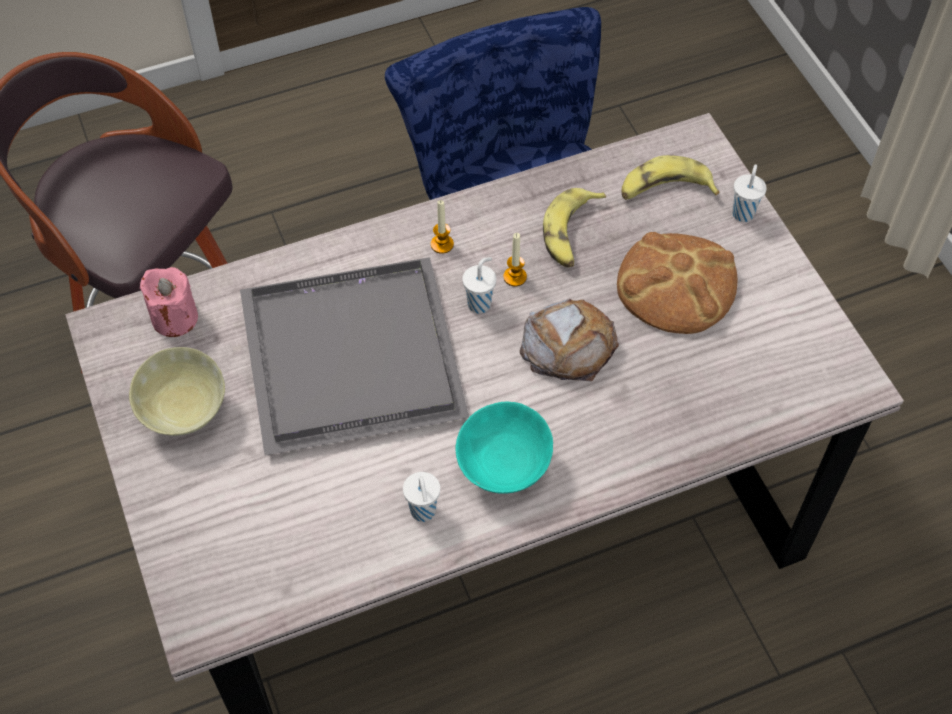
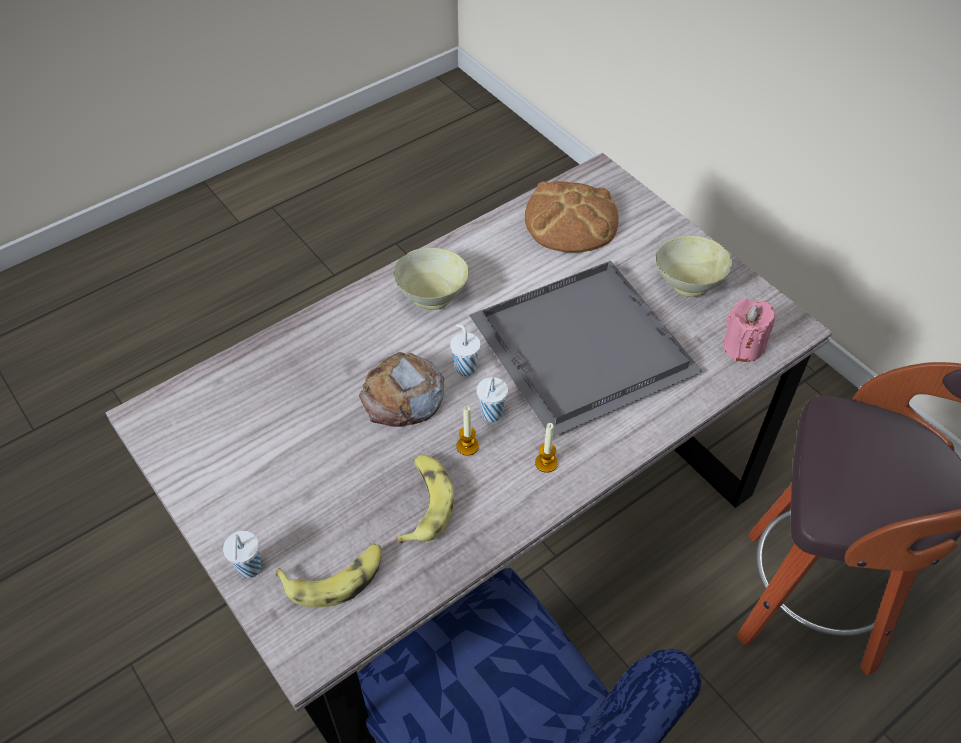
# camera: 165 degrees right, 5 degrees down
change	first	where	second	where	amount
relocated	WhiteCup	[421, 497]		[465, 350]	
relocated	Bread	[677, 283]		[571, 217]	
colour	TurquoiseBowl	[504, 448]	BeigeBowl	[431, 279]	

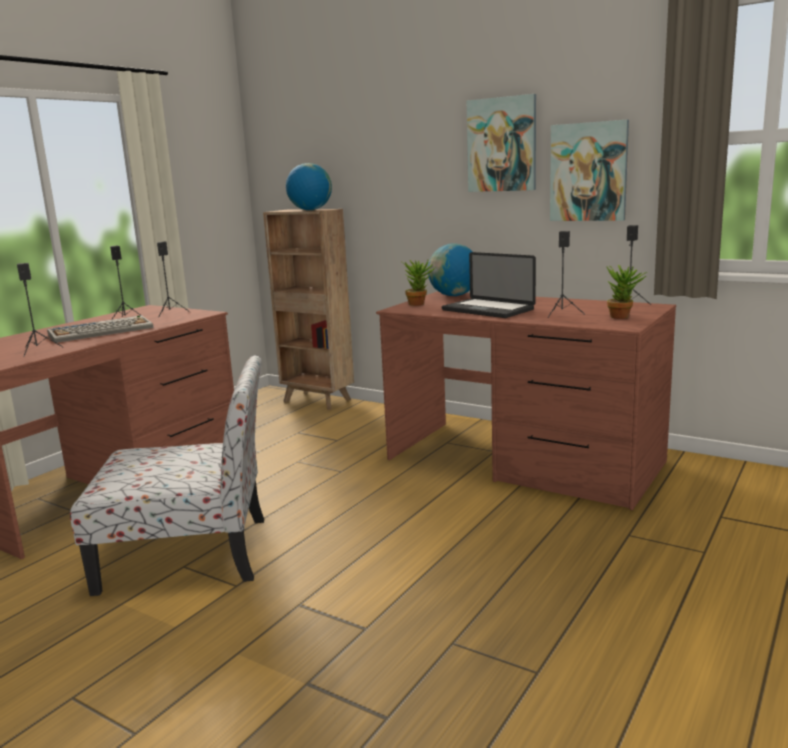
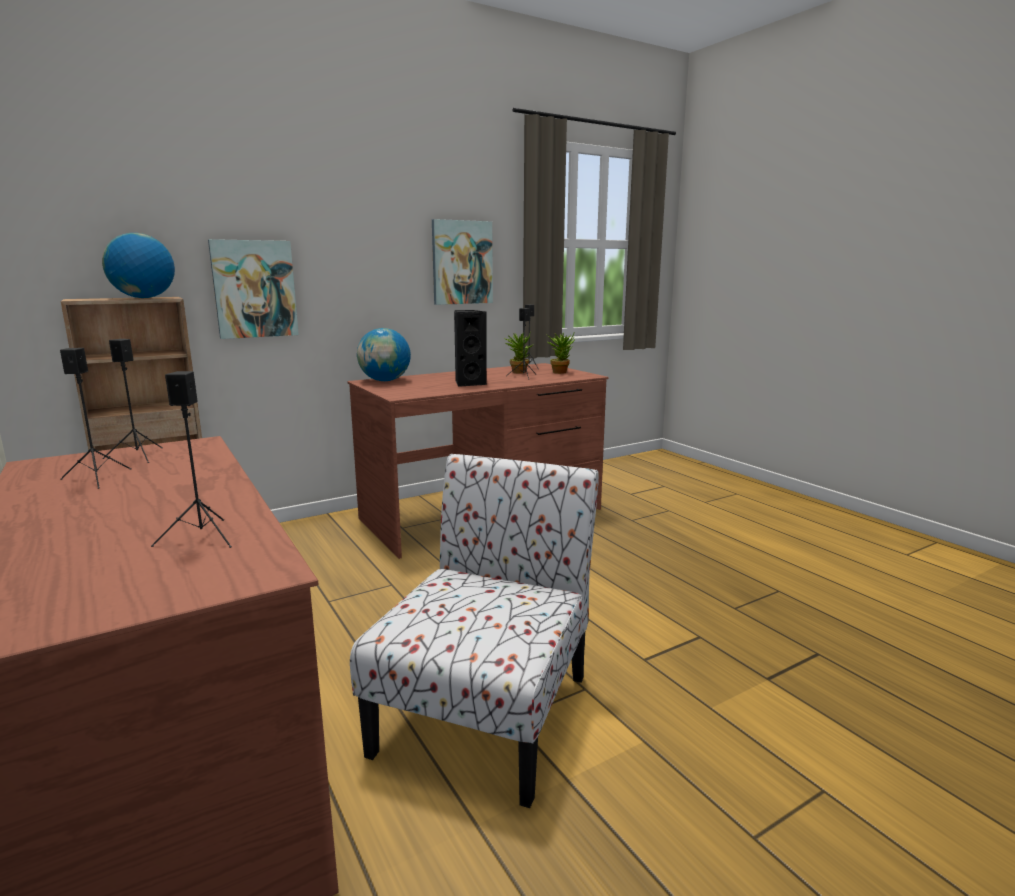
# camera: 65 degrees left, 0 degrees up
change	first	where	second	where	amount
missing	Keyboard	[100, 329]			
relocated	PottedPlant	[418, 282]		[519, 352]	
relocated	Picture	[501, 143]		[253, 289]	
exchanged	Laptop	[489, 285]	BlackSpeaker	[470, 348]	

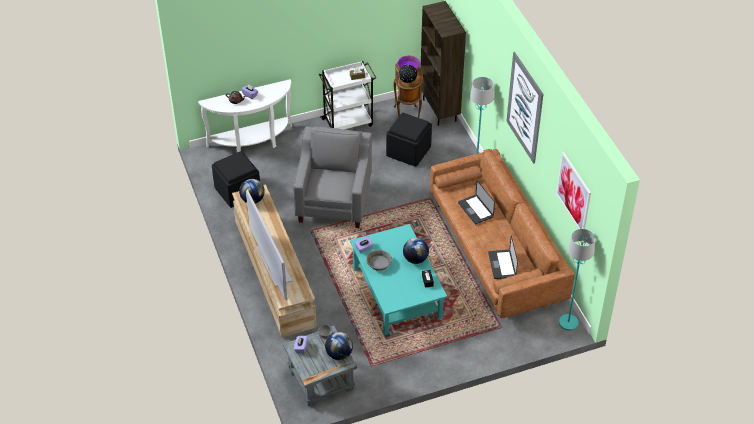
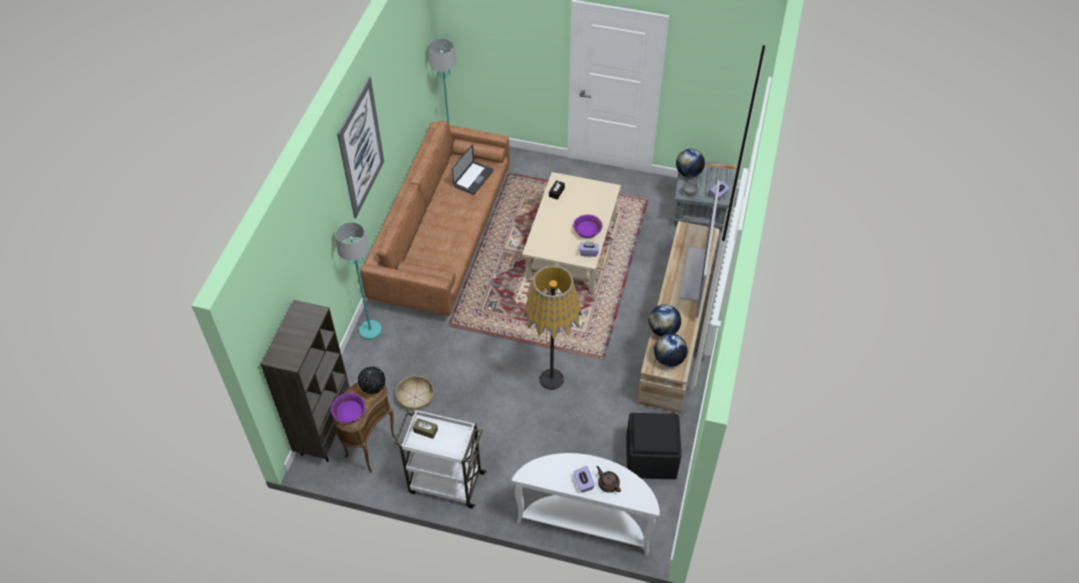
# camera: 145 degrees left, 5 degrees up
change	first	where	second	where	amount
missing	Laptop	[476, 202]			
missing	Picture	[573, 190]			
relocated	Globe	[416, 251]		[665, 320]	
exchanged	GreyArmchair	[332, 177]	FloorLamp	[552, 328]	
exchanged	BlackOttoman	[409, 140]	Basket	[415, 393]	
colour	TurquoiseCoffeeTable	[398, 279]	BeigeCoffeeTable	[571, 232]	
colour	GreyBowl	[379, 260]	PurpleBowl	[587, 226]	

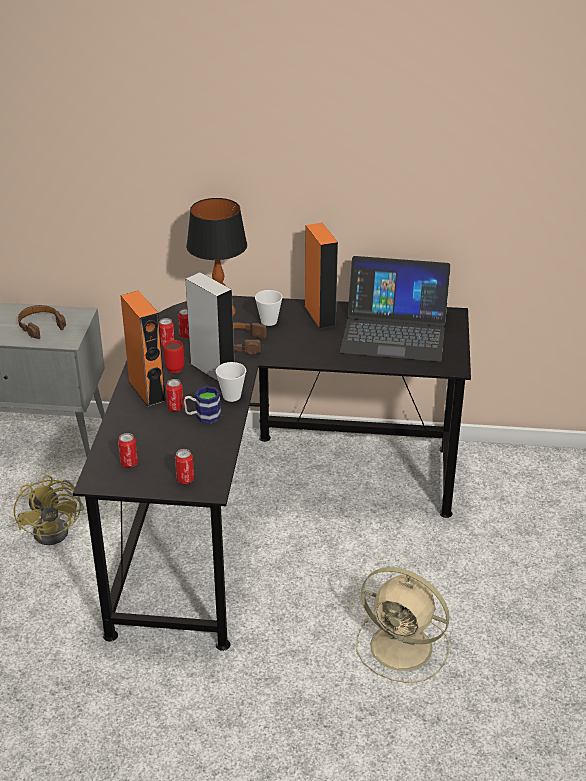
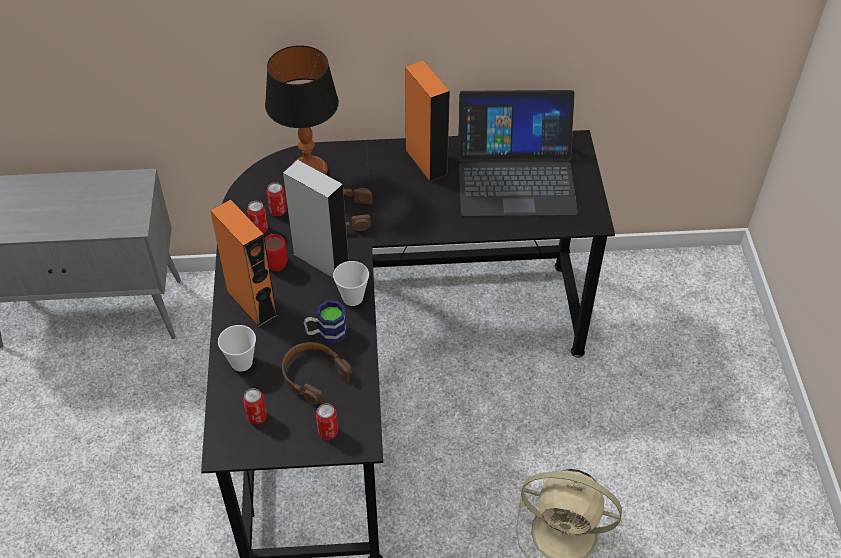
# camera: 10 degrees left, 15 degrees up
change	first	where	second	where	amount
missing	YellowFan	[49, 510]			
missing	Can	[175, 395]			
relocated	BrownHeadphones	[42, 322]		[317, 373]	
relocated	Cup	[269, 308]		[237, 348]	

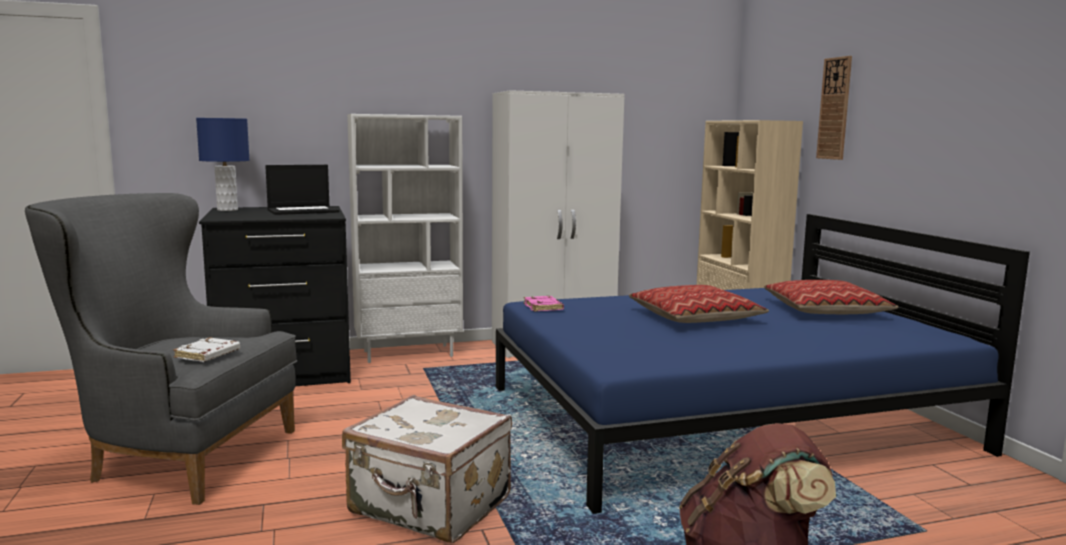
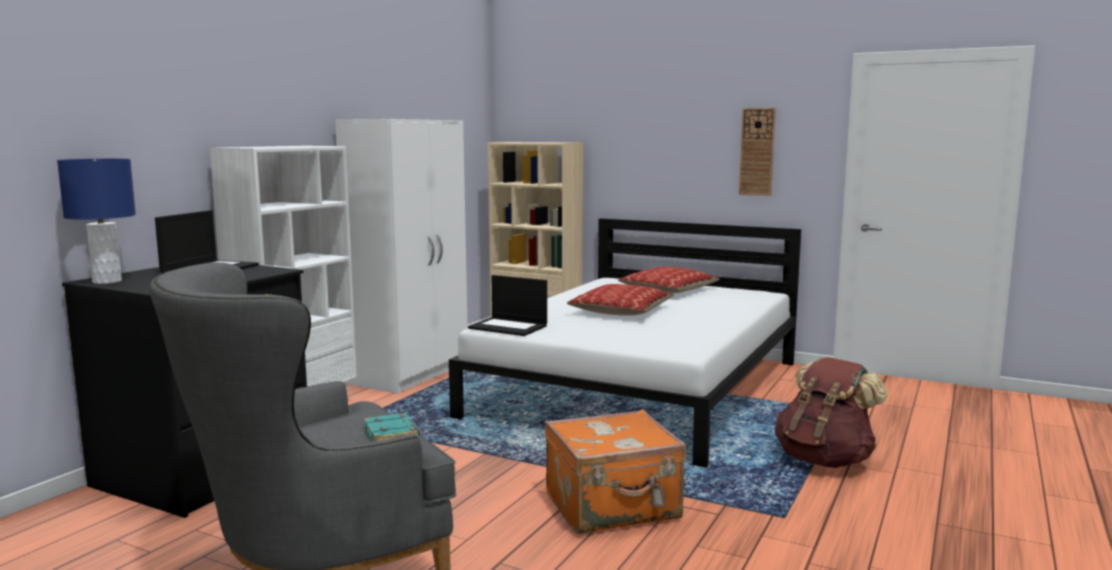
# camera: 45 degrees left, 0 degrees up
change	first	where	second	where	amount
relocated	WallClock	[834, 108]		[757, 152]	
exchanged	PinkBook	[543, 304]	Laptop	[507, 305]	
colour	WhiteBook	[206, 349]	TurquoiseBook	[391, 427]	
colour	WhiteSuitcase	[427, 469]	OrangeSuitcase	[615, 471]	
colour	BlueBed	[763, 364]	WhiteBed	[625, 343]	

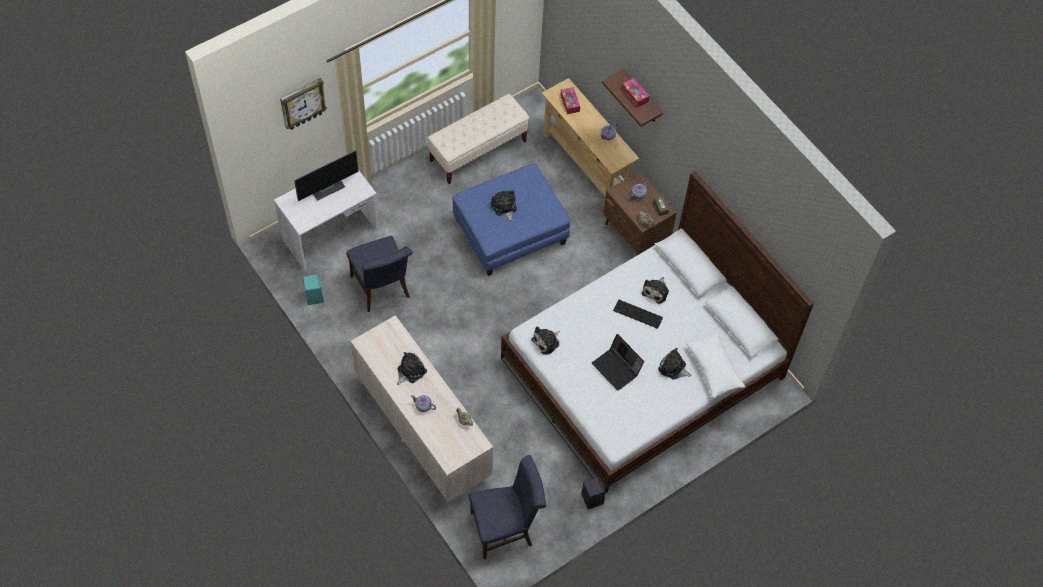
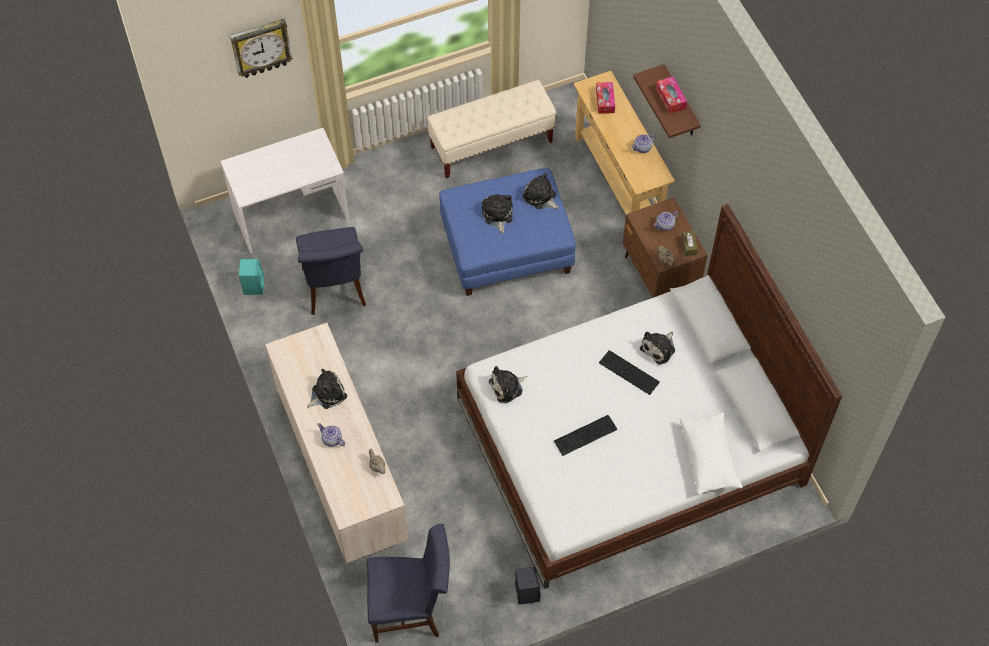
# camera: 15 degrees right, 0 degrees up
change	first	where	second	where	amount
missing	Monitor	[326, 175]			
relocated	PlushToy	[675, 363]		[541, 191]	
exchanged	Laptop	[618, 362]	Keyboard	[585, 435]	

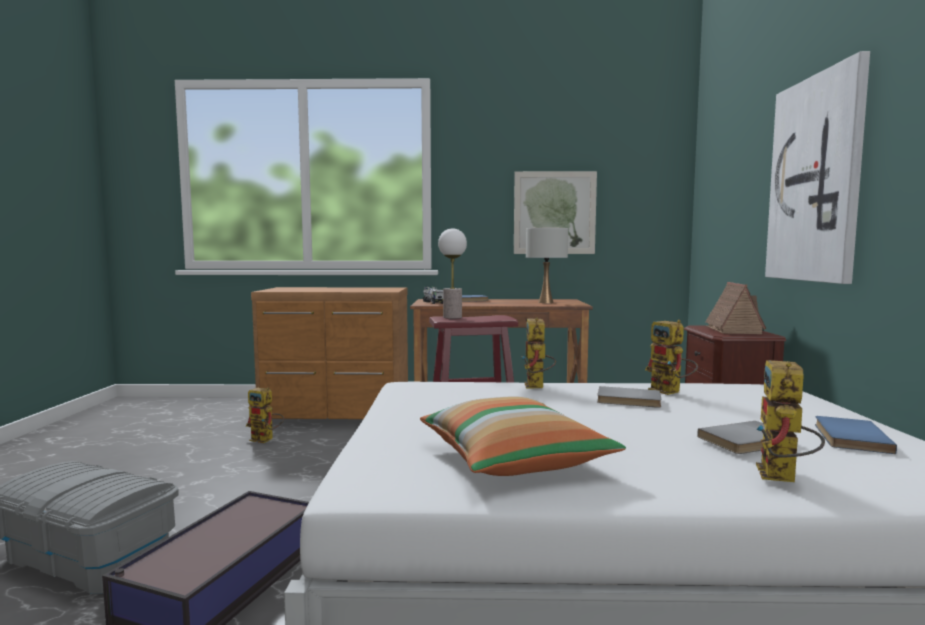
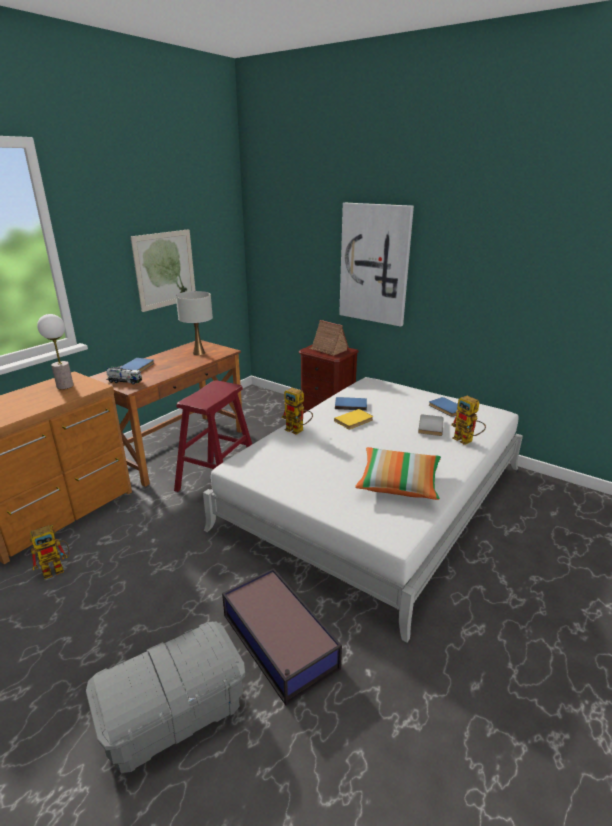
# camera: 55 degrees left, 20 degrees up
change	first	where	second	where	amount
relocated	TableLamp	[452, 273]		[55, 351]	
exchanged	ToyRobot	[671, 357]	BlueBook	[351, 404]	
colour	GreyBook	[629, 397]	YellowBook	[353, 419]	

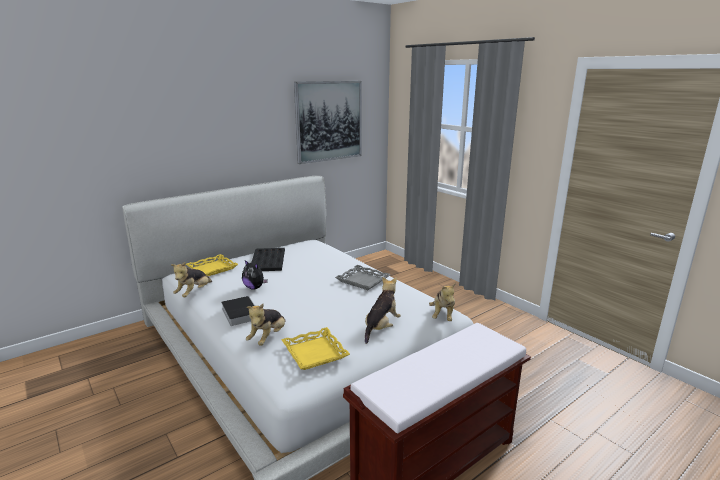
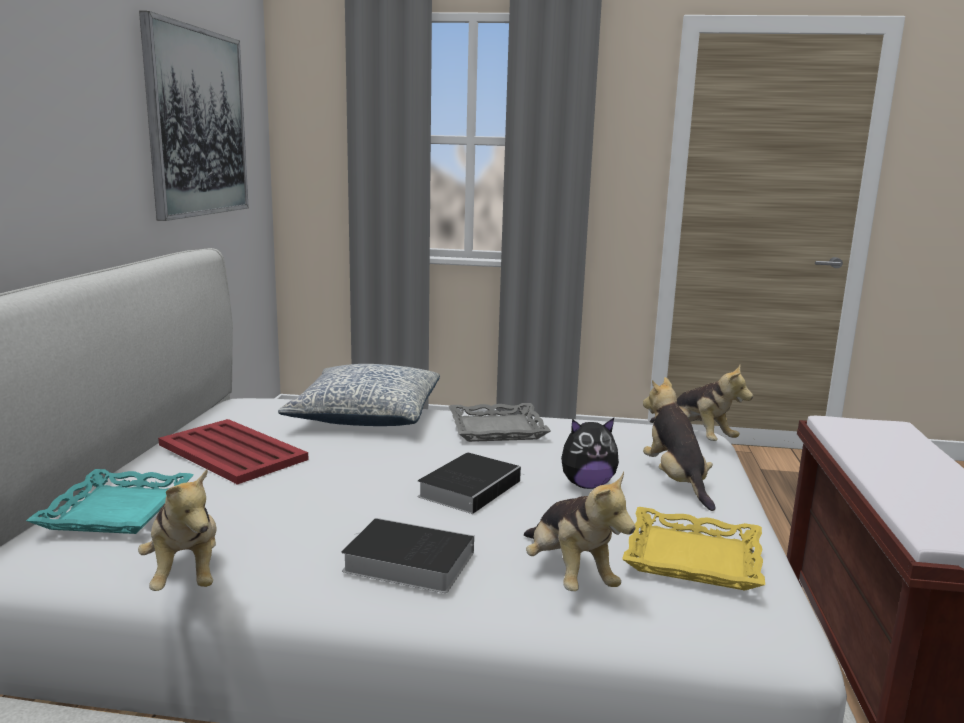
# camera: 45 degrees left, 5 degrees down
change	first	where	second	where	amount
appeared			Pillow	[359, 395]	
appeared			Book	[471, 483]	
relocated	PlushToy	[255, 275]		[590, 453]	
colour	YellowTray	[212, 265]	TurquoiseTray	[110, 501]	
colour	BlackTray	[268, 259]	RedTray	[233, 452]	

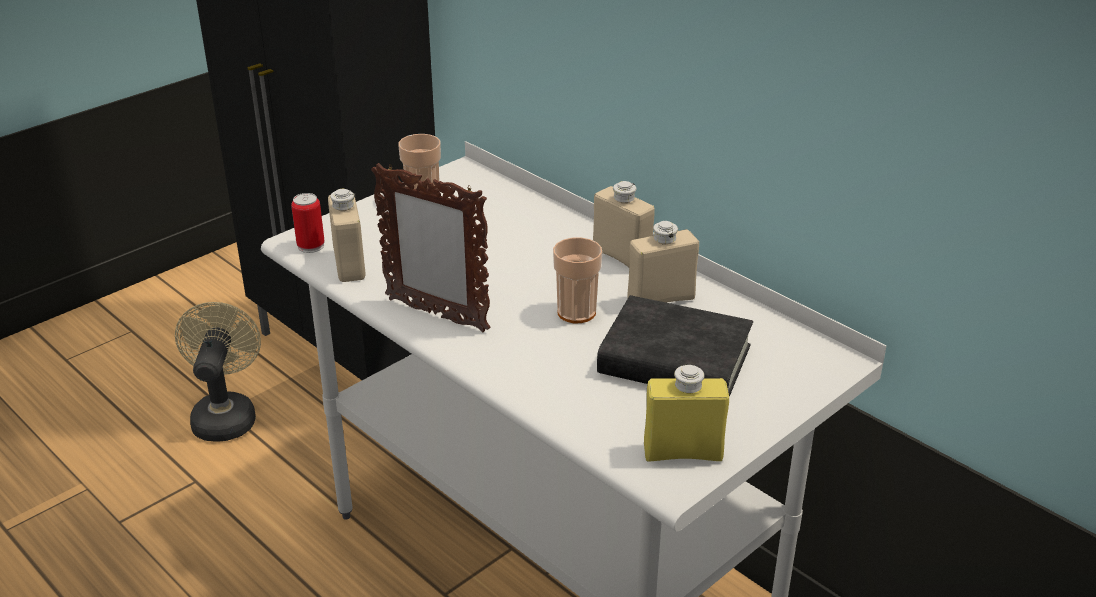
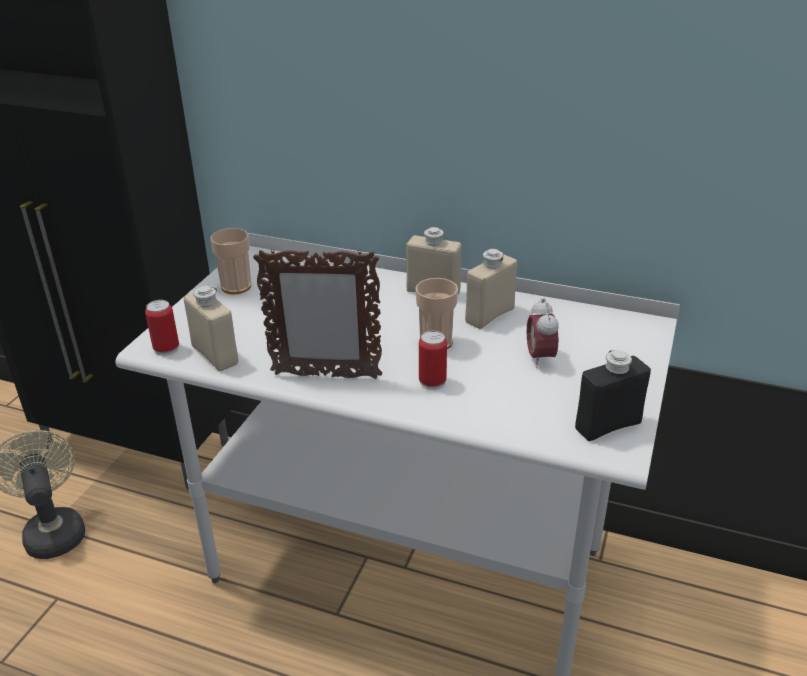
# camera: 25 degrees left, 0 degrees up
change	first	where	second	where	amount
appeared			Can	[433, 360]	
exchanged	BlackBook	[675, 346]	AlarmClock	[543, 333]	
colour	YellowBottle	[686, 412]	BlackBottle	[613, 395]	

